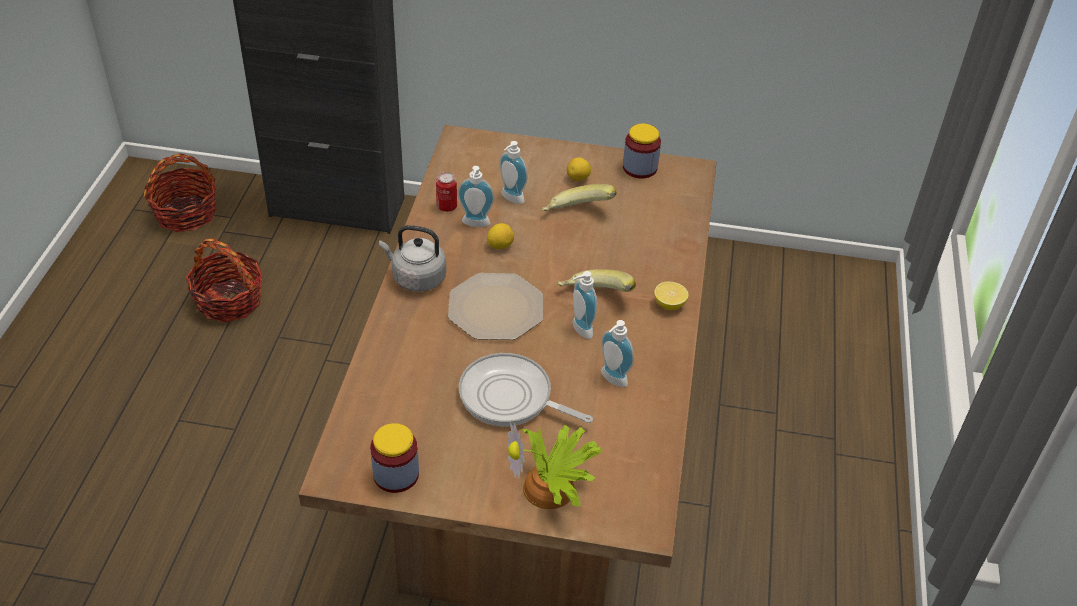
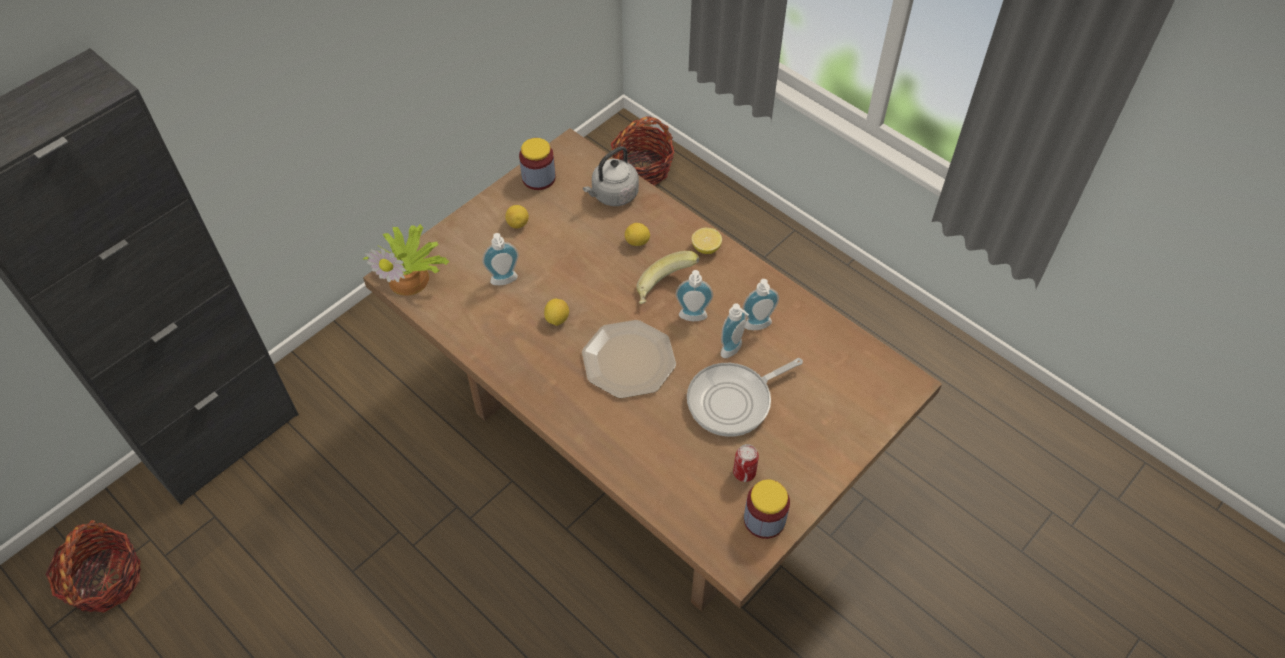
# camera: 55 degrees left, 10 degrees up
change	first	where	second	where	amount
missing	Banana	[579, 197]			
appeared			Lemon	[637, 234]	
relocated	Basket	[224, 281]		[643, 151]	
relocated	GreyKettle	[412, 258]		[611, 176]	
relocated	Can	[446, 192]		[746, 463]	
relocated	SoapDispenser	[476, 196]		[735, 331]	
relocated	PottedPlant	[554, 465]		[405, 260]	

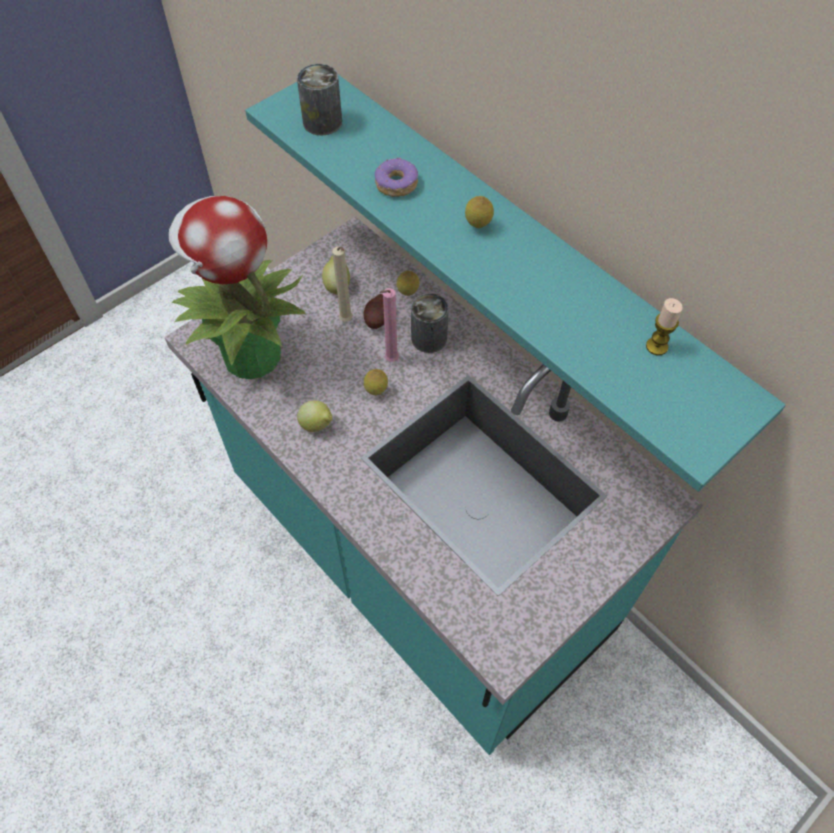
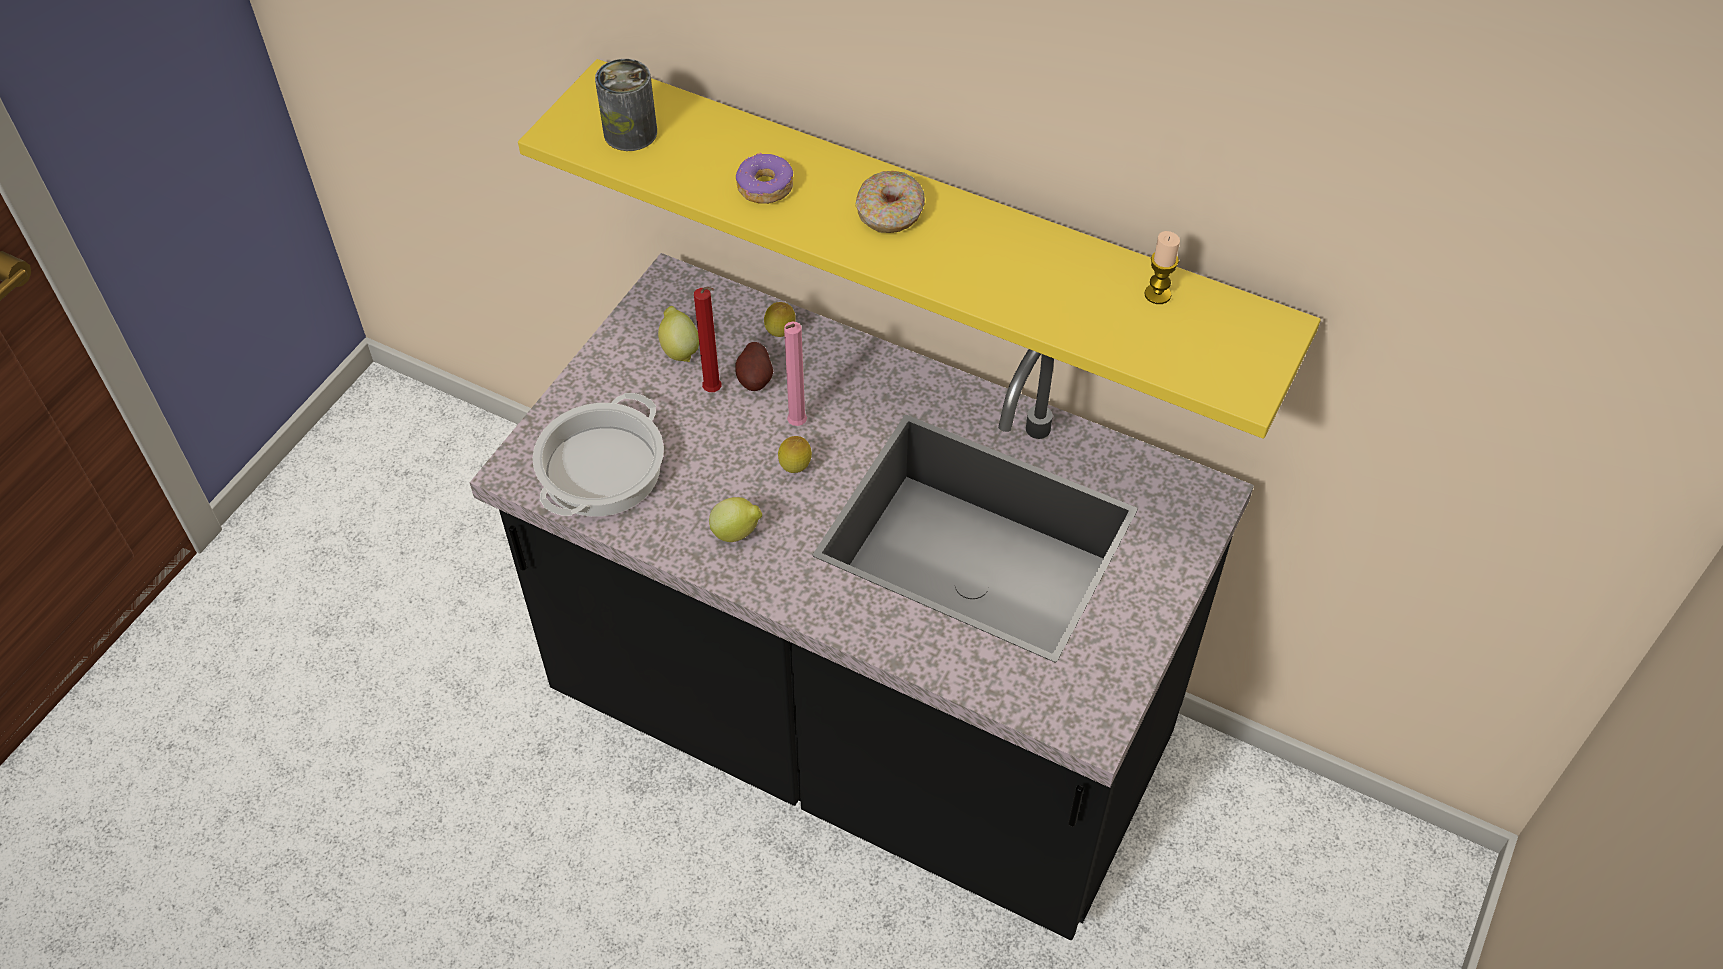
# camera: 20 degrees left, 5 degrees down
change	first	where	second	where	amount
missing	Can	[430, 323]			
exchanged	PottedPlant	[237, 287]	CookingPot	[598, 455]	
exchanged	Lemon	[479, 212]	Donut	[890, 202]	
colour	TurquoiseCounter	[433, 486]	BlackCounter	[862, 596]	
colour	TurquoiseShelf	[515, 283]	YellowShelf	[919, 249]	
colour	BeigeCandle	[342, 283]	RedCandle	[708, 339]	

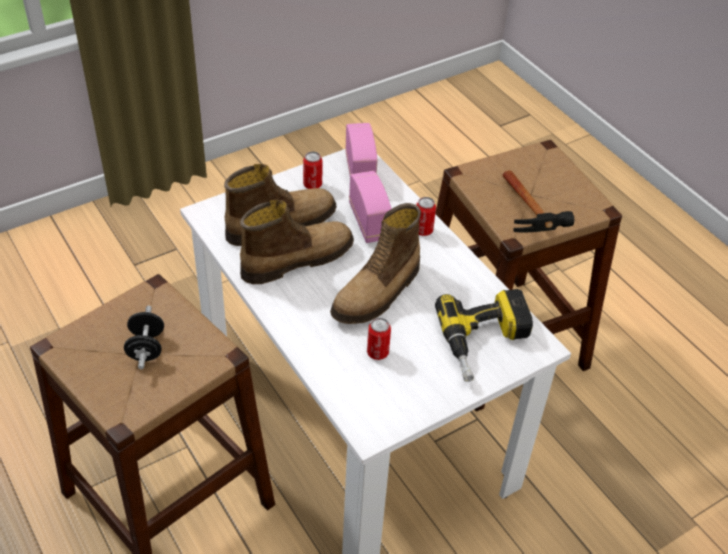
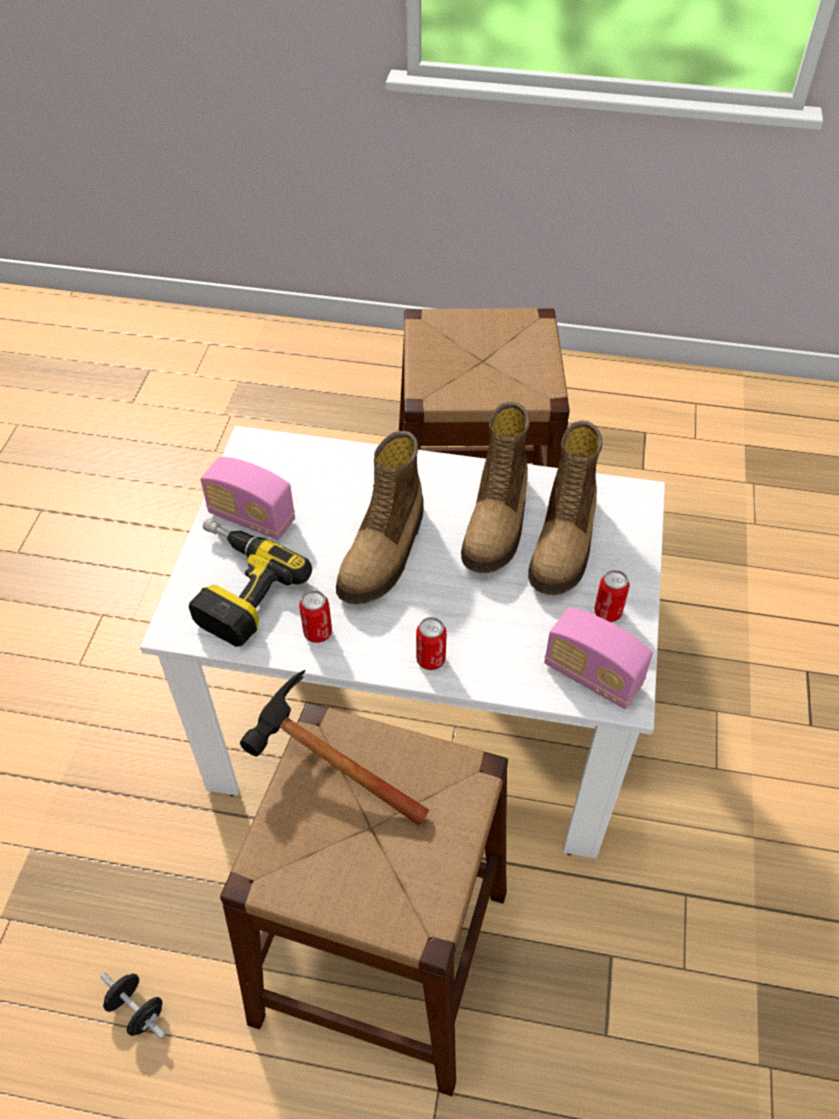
# camera: 135 degrees right, 5 degrees up
change	first	where	second	where	amount
relocated	BlackDumbbell	[144, 337]		[133, 1005]	
relocated	Radio	[370, 207]		[247, 498]	
relocated	Can	[379, 339]		[315, 616]	
spun	Boot	[375, 263]		[380, 518]	150 degrees counterclockwise

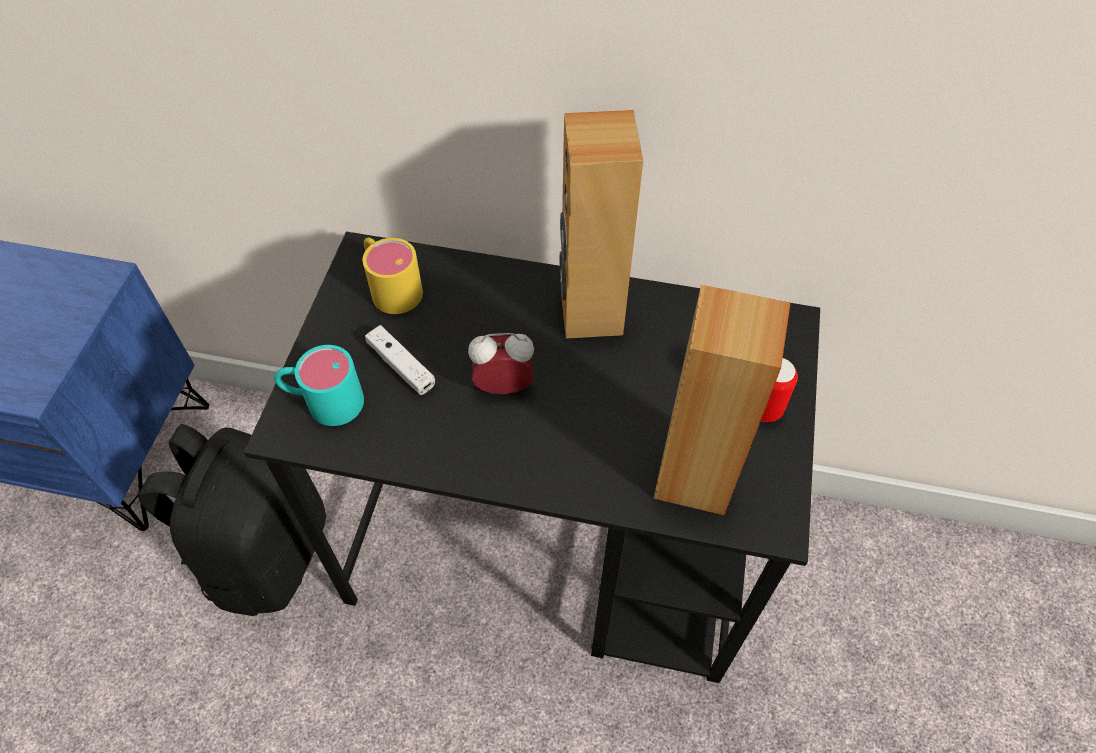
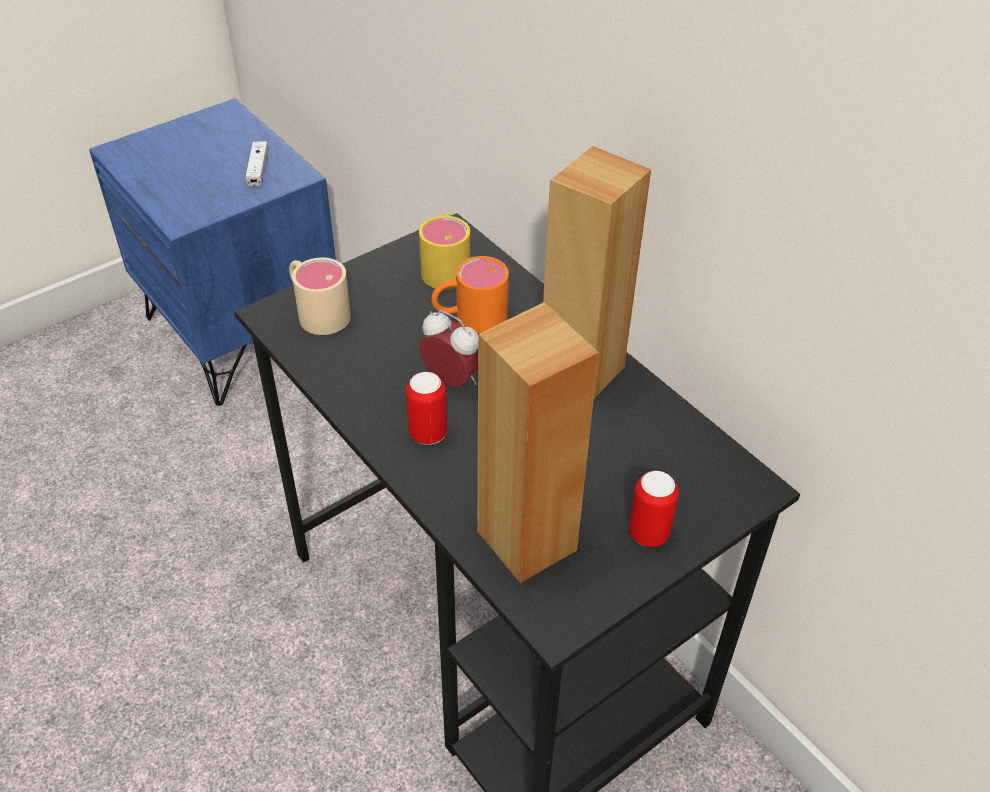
# camera: 40 degrees right, 10 degrees down
change	first	where	second	where	amount
missing	BlackBackpack	[232, 520]			
appeared			Can	[426, 408]	
appeared			OrangeMug	[470, 294]	
relocated	WhiteGameController	[400, 360]		[257, 164]	
colour	TurquoiseMug	[319, 385]	BeigeMug	[320, 296]	

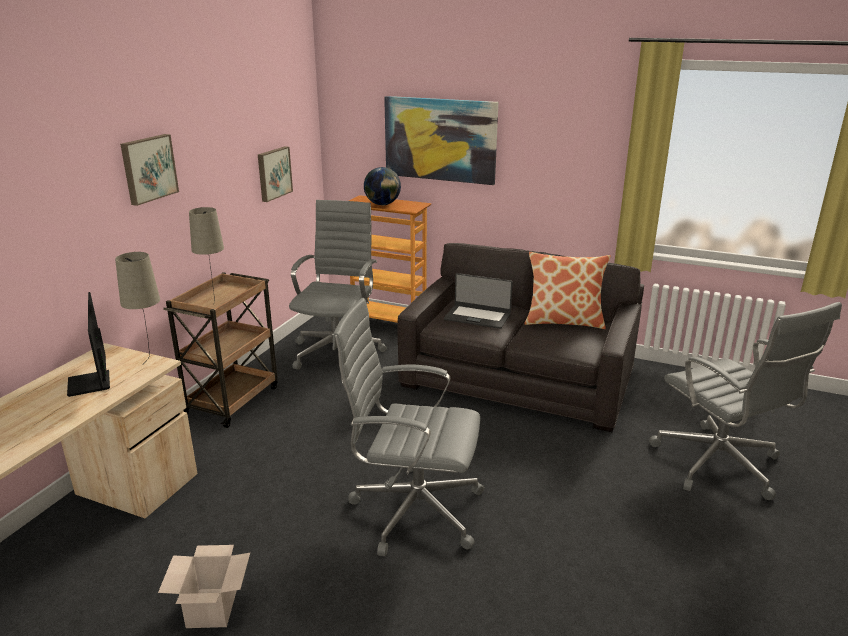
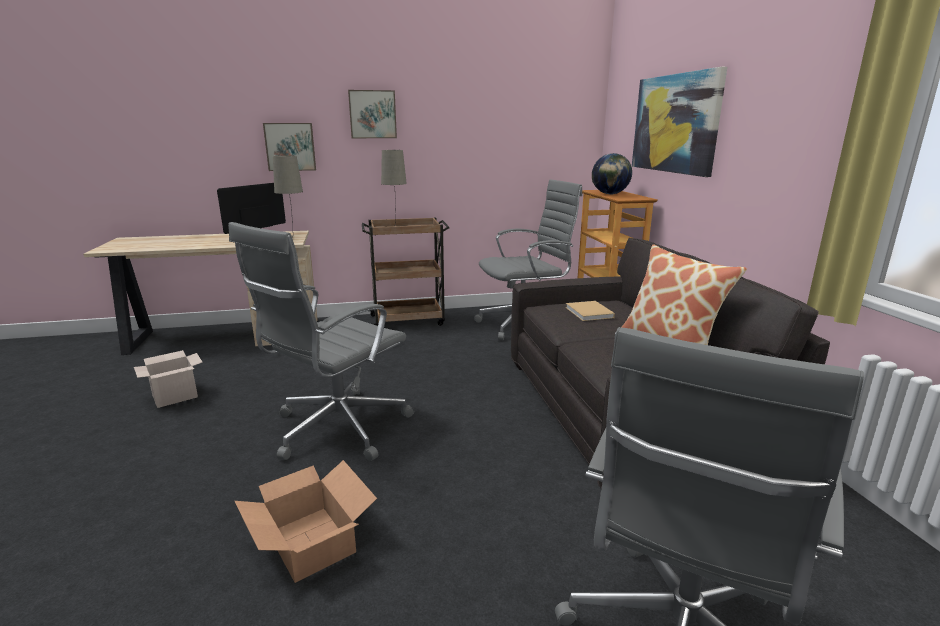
# camera: 55 degrees right, 5 degrees down
change	first	where	second	where	amount
appeared			CardboardBox	[306, 521]	
relocated	Picture	[275, 174]		[289, 147]	
exchanged	Laptop	[478, 301]	BeigeBook	[590, 311]	
spun	GreyOfficeChair	[408, 427]		[321, 341]	120 degrees counterclockwise

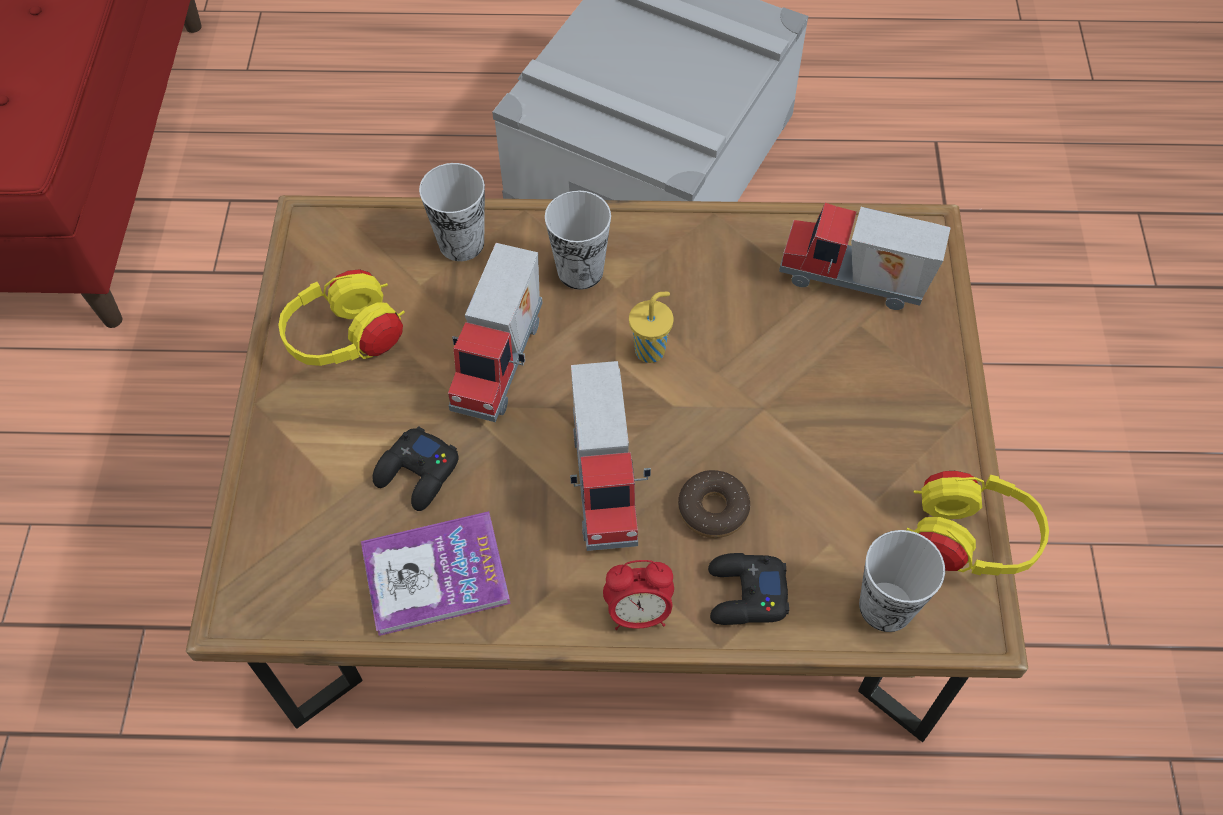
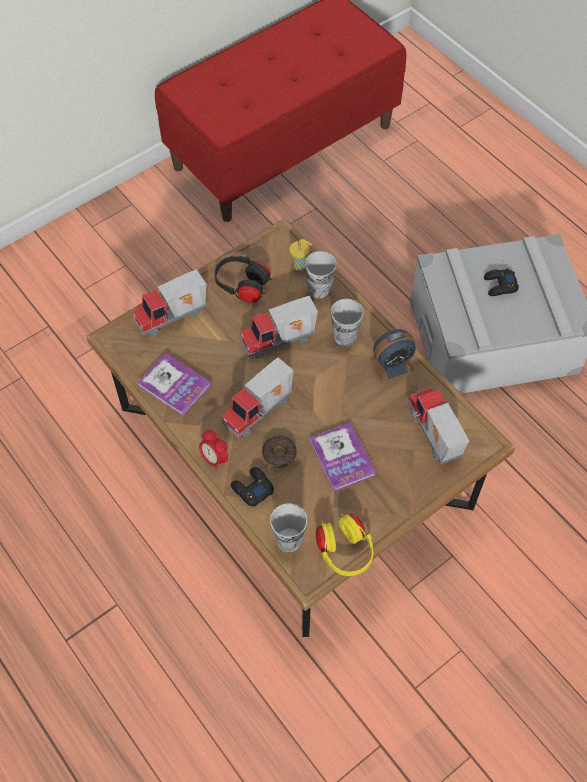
# camera: 50 degrees right, 0 degrees up
change	first	where	second	where	amount
appeared			ToyTruck	[169, 302]	
appeared			Book	[343, 457]	
appeared			AlarmClock	[393, 355]	
relocated	BlackGameController	[415, 468]		[501, 282]	
relocated	YellowCup	[651, 327]		[301, 255]	
colour	YellowHeadphones	[342, 317]	BlackHeadphones	[243, 279]	

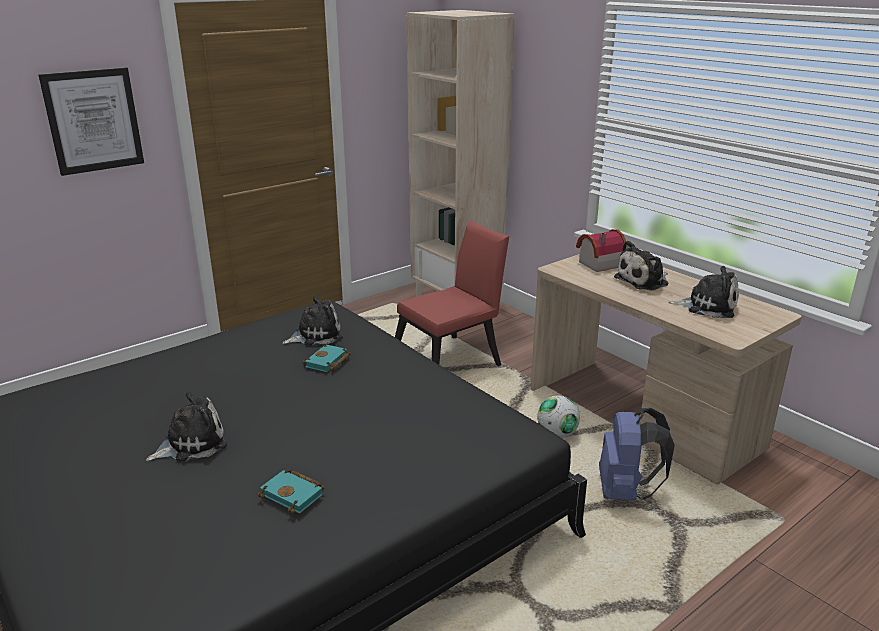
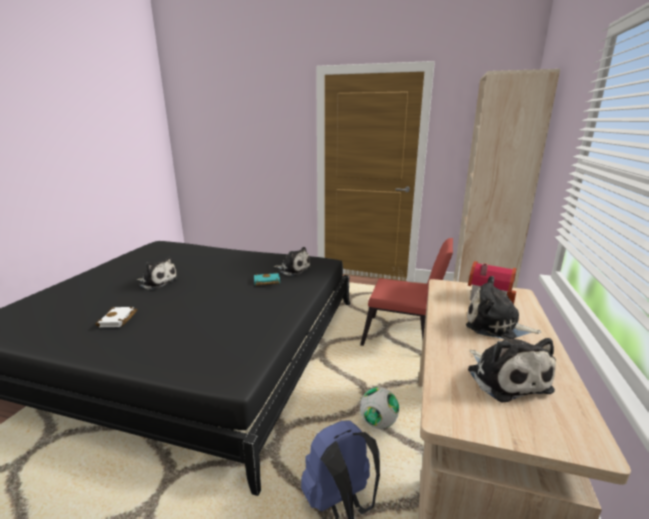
# camera: 55 degrees right, 5 degrees down
change	first	where	second	where	amount
missing	Picture	[91, 122]			
colour	TurquoiseBook	[291, 492]	WhiteBook	[116, 317]	

